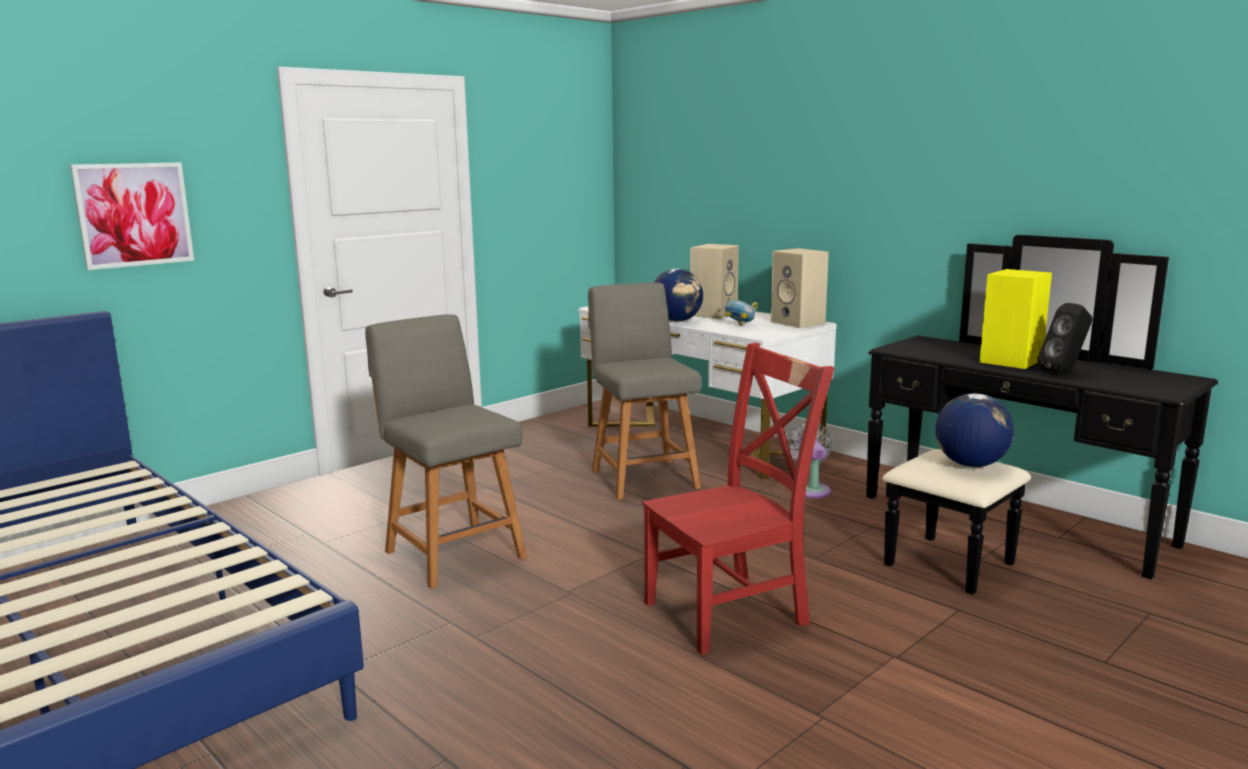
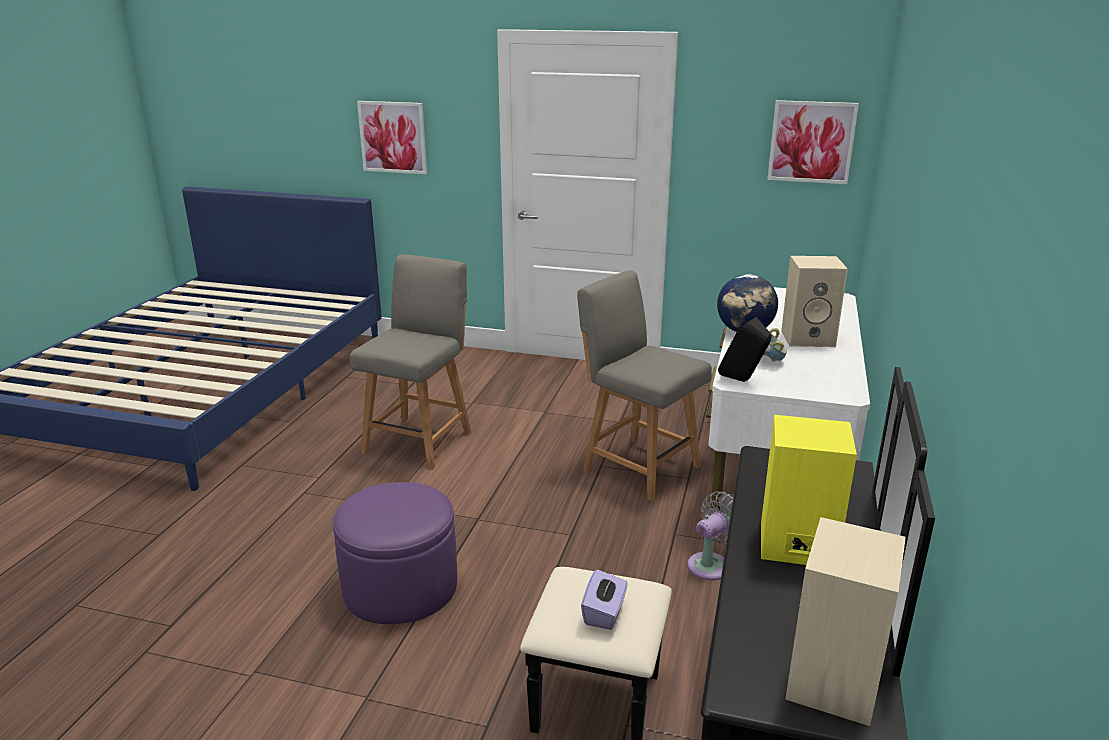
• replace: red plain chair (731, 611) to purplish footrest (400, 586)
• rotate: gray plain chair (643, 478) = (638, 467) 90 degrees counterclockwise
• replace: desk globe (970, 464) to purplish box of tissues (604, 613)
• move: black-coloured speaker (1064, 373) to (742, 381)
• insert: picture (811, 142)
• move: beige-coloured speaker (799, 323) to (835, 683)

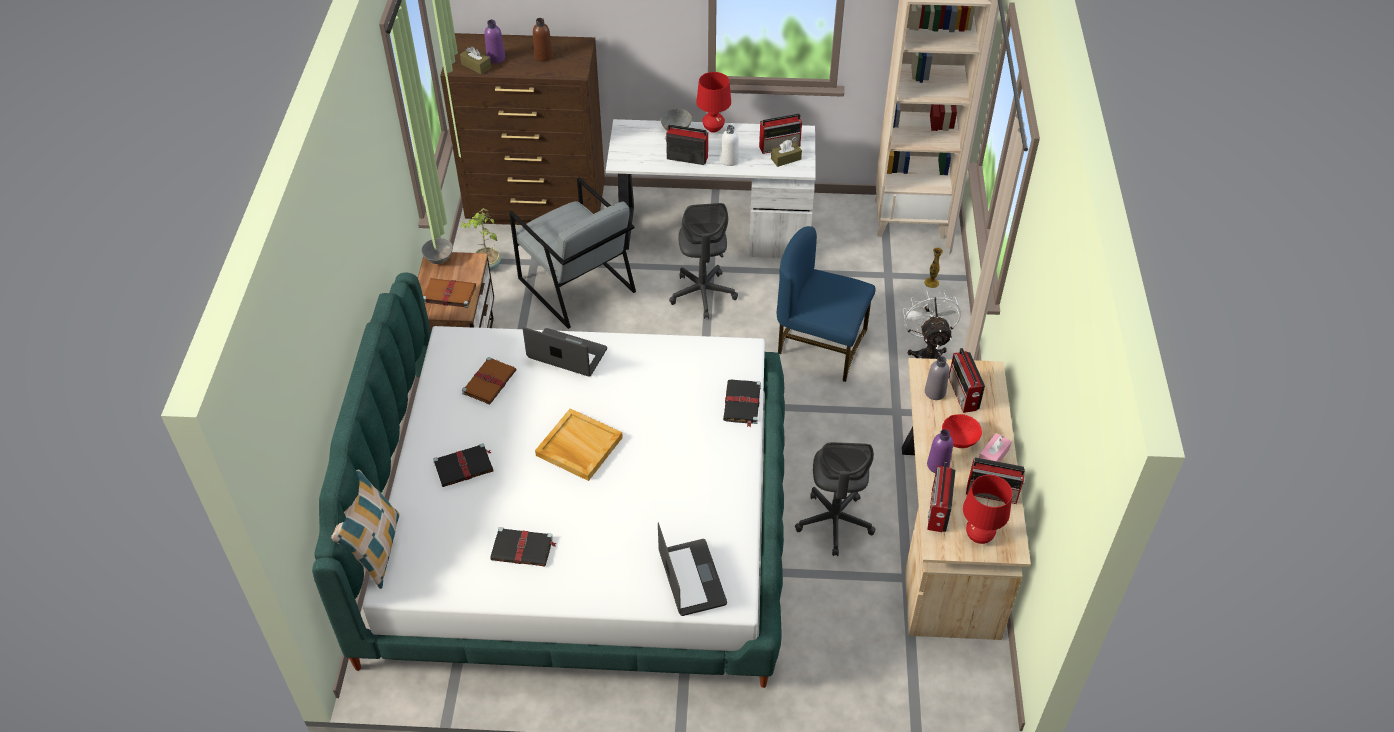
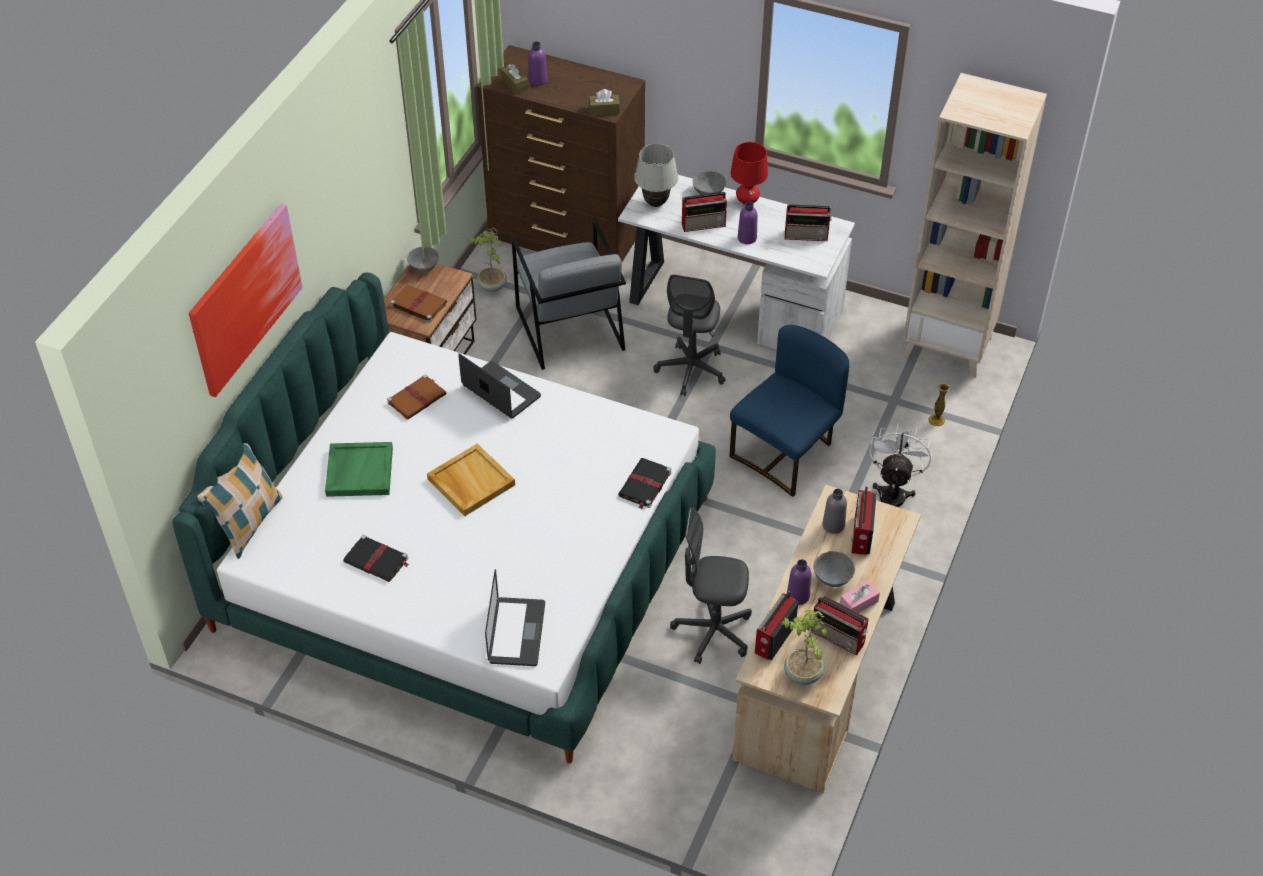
• insert: picture (244, 298)
• replace: black-coloured volume (464, 466) to green tray (359, 471)
• move: brown box of tissues (786, 159) to (604, 110)
• insert: white lamp for a table (655, 203)
• rotate: gray desk chair (834, 523) = (712, 632) 75 degrees clockwise
• rotate: radio receiver (686, 157) = (704, 224) 135 degrees clockwise
• rotate: blue-coloured plain chair (820, 345) = (786, 453) 90 degrees clockwise
• recolor: white drink bottle (729, 160) to purplish drink bottle (747, 238)
• replace: red lamp for a table (979, 536) to houseplant (802, 674)
• recolor: red bowl (959, 440) to gray bowl (832, 578)
• delete: brown drink bottle (543, 56)

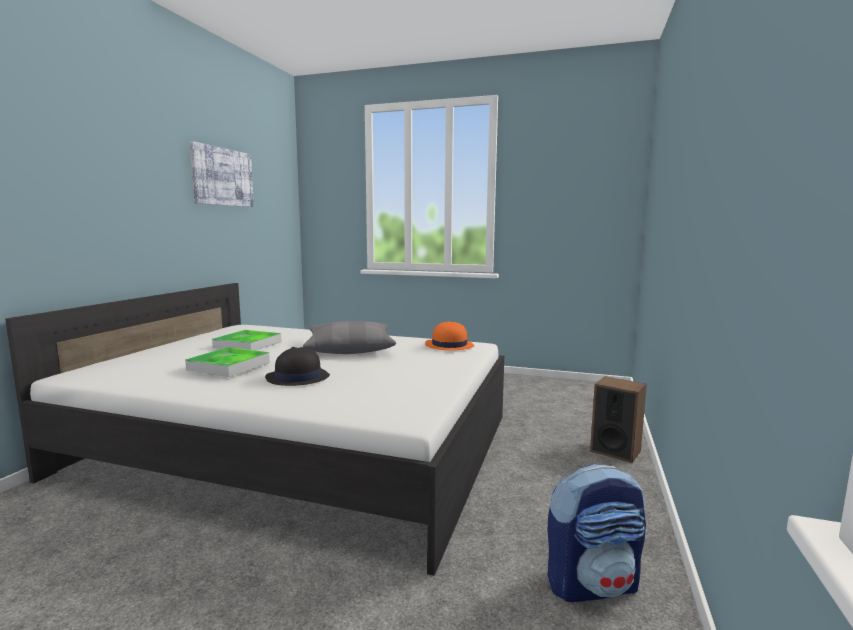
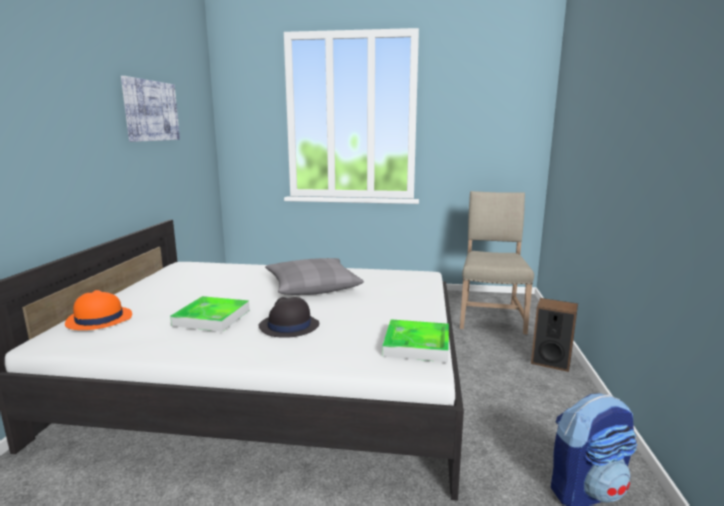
• move: orange-coloured clothing hat (449, 345) to (99, 319)
• move: tray (248, 344) to (417, 345)
• insert: beige-coloured plain chair (490, 316)

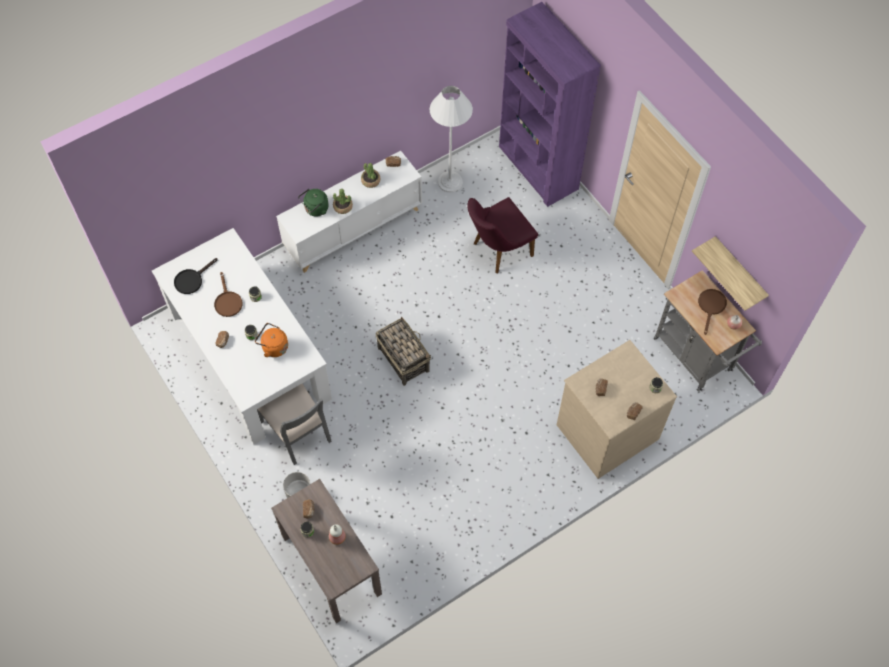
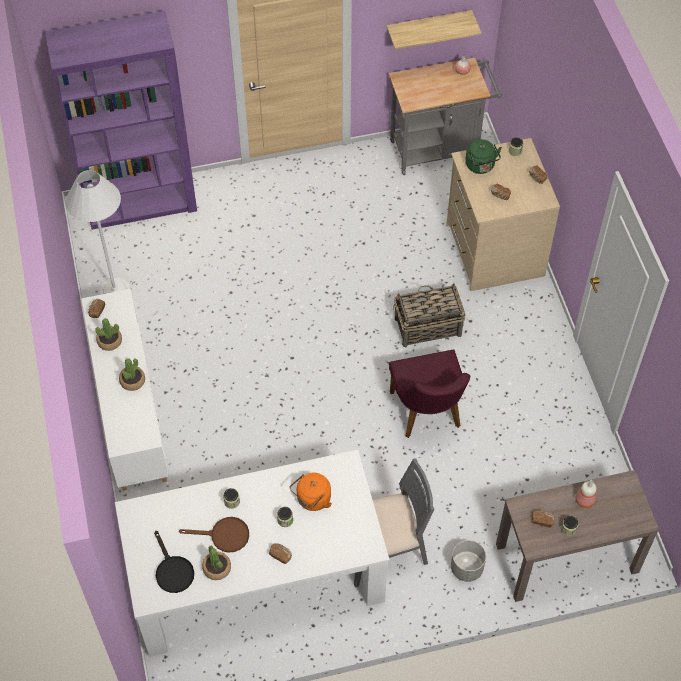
• insert: houseplant (217, 568)
• move: purplish plain chair (497, 251) to (428, 415)
• move: storage basket (403, 358) to (427, 327)
• move: green water kettle (315, 209) to (481, 166)
• delete: brown frying pan (711, 306)

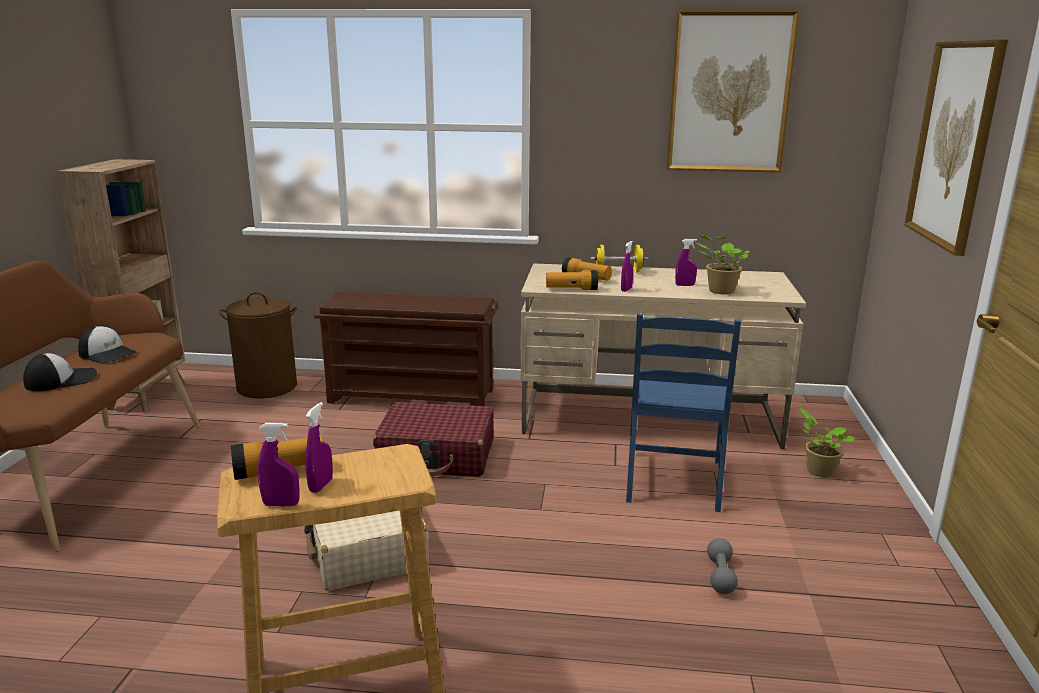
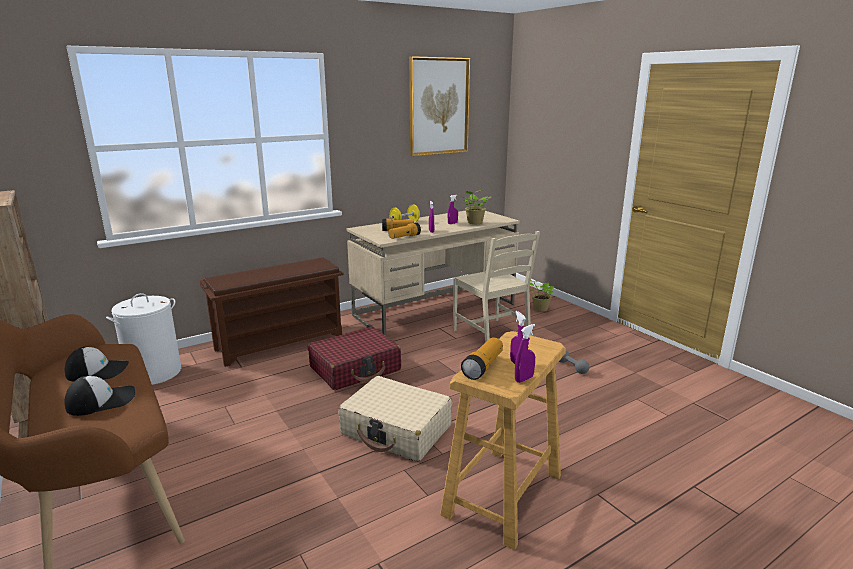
• rotate: baseball cap (61, 380) = (102, 400) 45 degrees clockwise
• recolor: brown laundry basket (267, 387) to white laundry basket (154, 372)
• recolor: blue-coloured plain chair (673, 481) to beige-coloured plain chair (492, 335)
• delete: picture (954, 144)

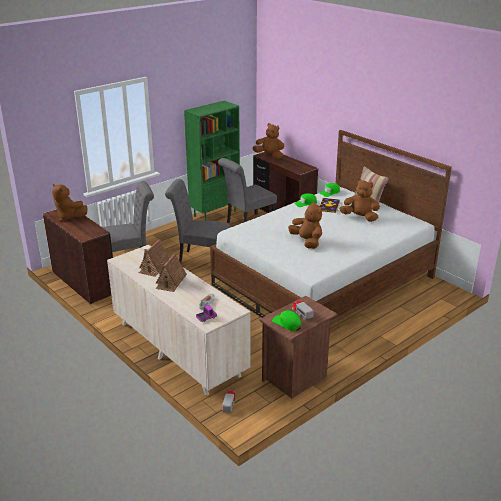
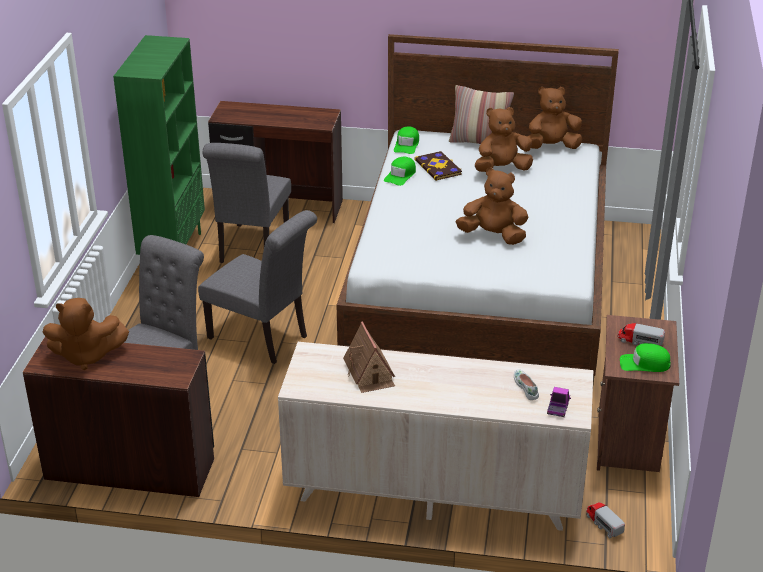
• rotate: gray plain chair (200, 259) = (263, 338) 120 degrees counterclockwise
• move: brown plush toy (269, 156) to (551, 147)
• delete: toy house (170, 282)

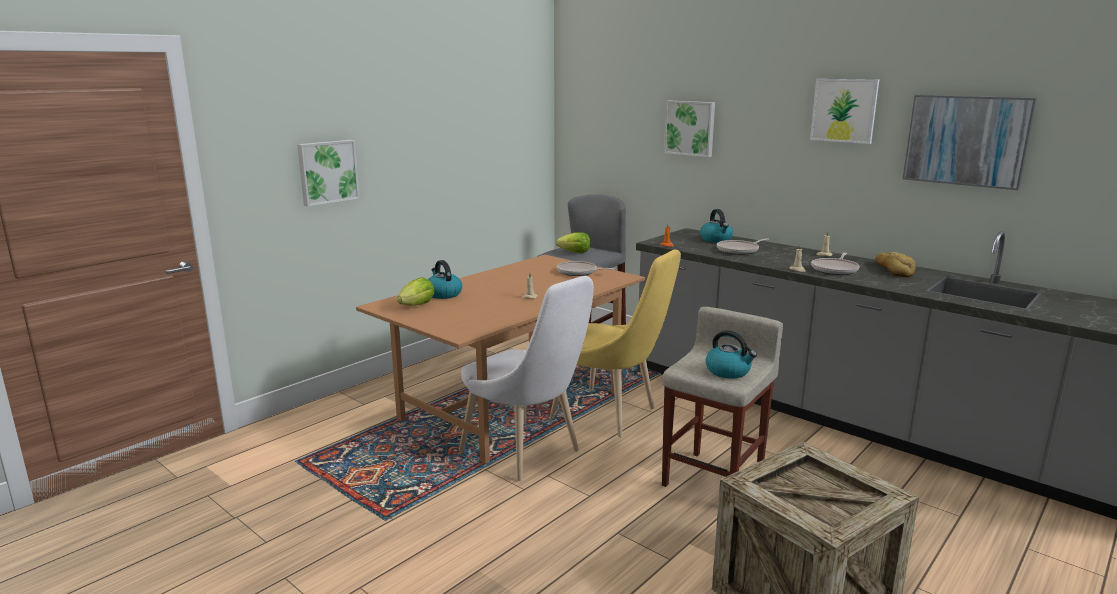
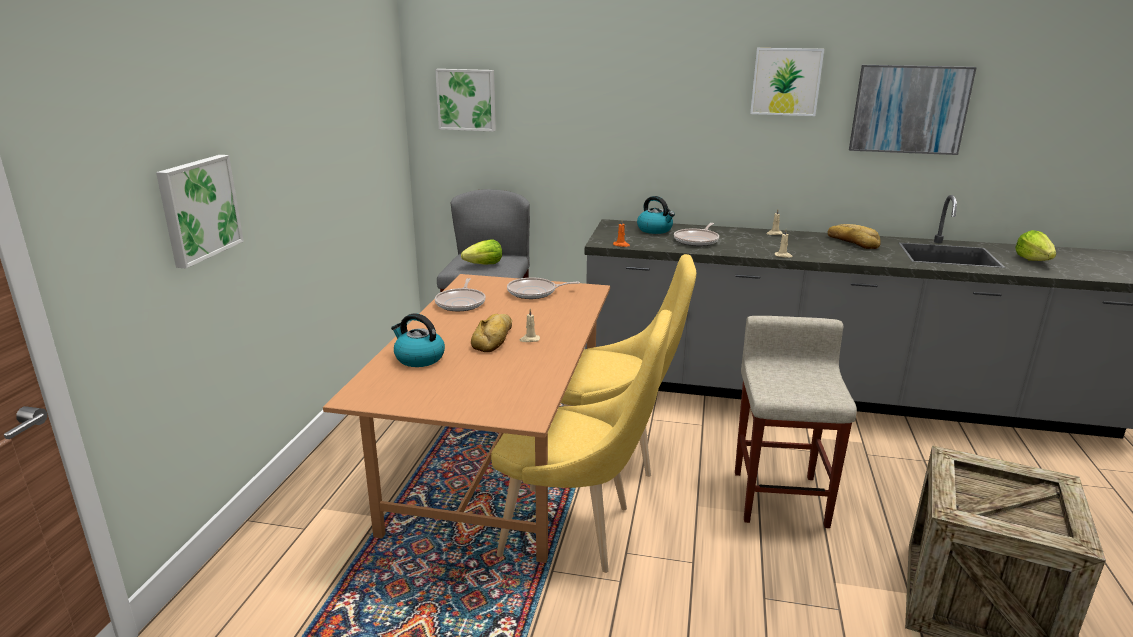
• move: picture (690, 128) to (467, 99)
• move: frying pan (835, 269) to (461, 303)
• insert: bread (494, 338)
• recolor: white plain chair (526, 453) to yellow plain chair (575, 532)
• move: head of lettuce (417, 306) to (1033, 260)
• delete: water kettle (728, 371)

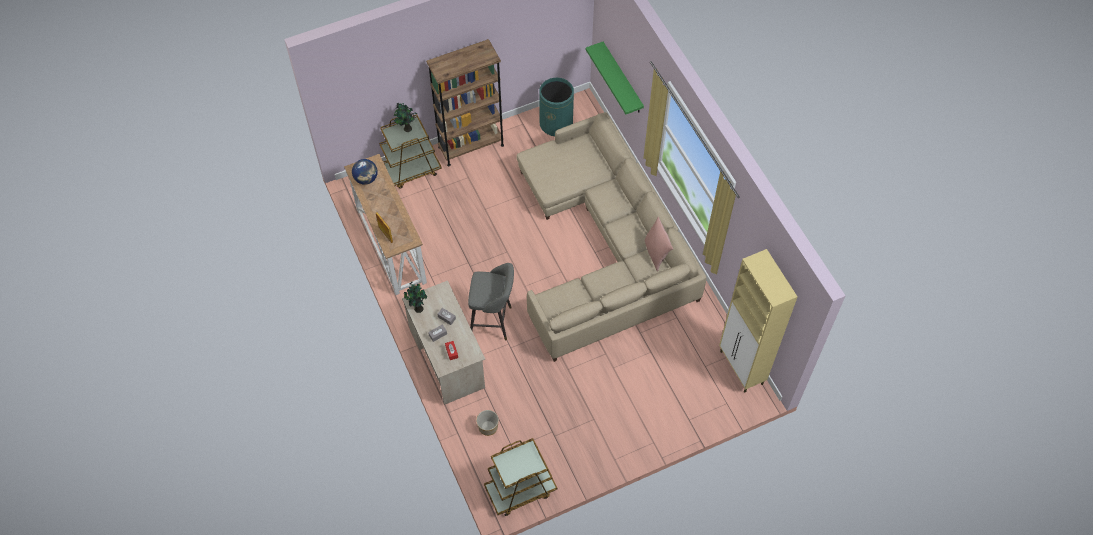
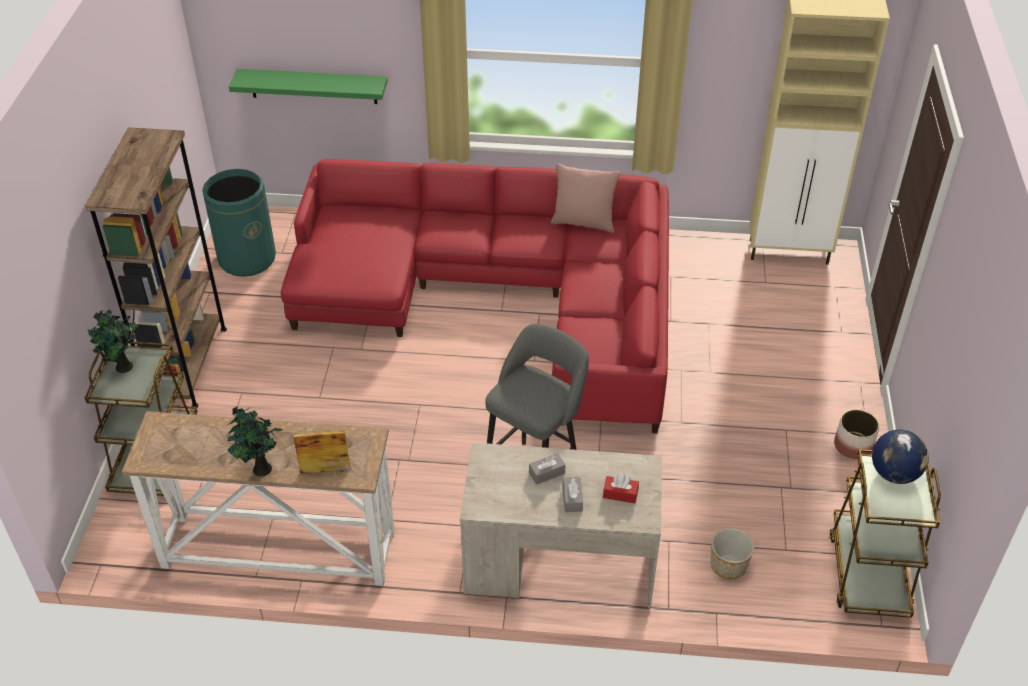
• move: houseplant (418, 308) to (260, 469)
• recolor: beige-coloured sofa (604, 246) to red sofa (499, 297)
• insert: plant pot (853, 446)
• move: desk globe (366, 179) to (894, 473)

